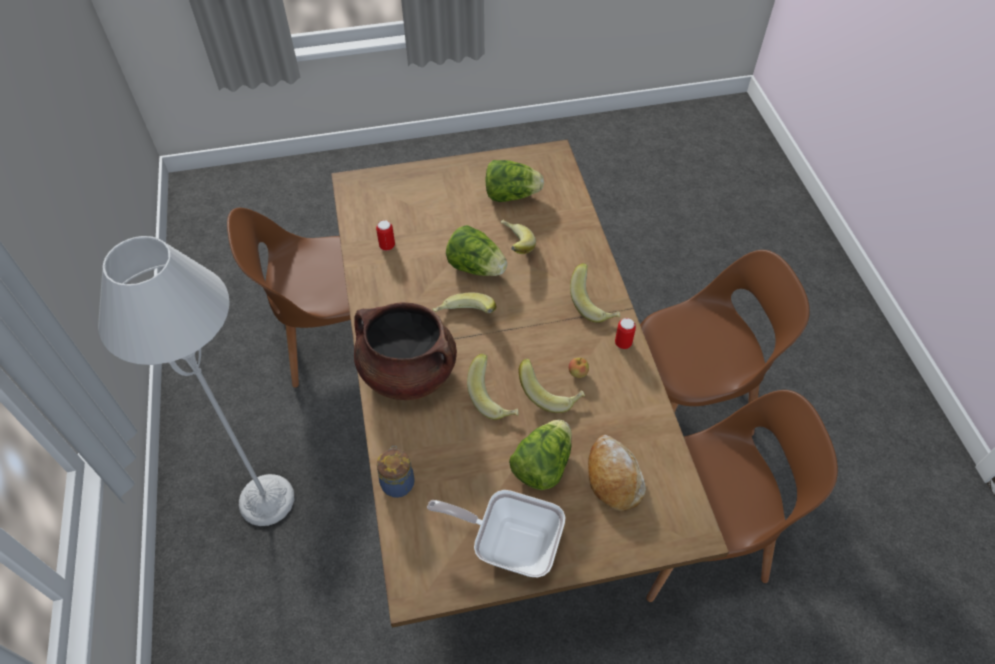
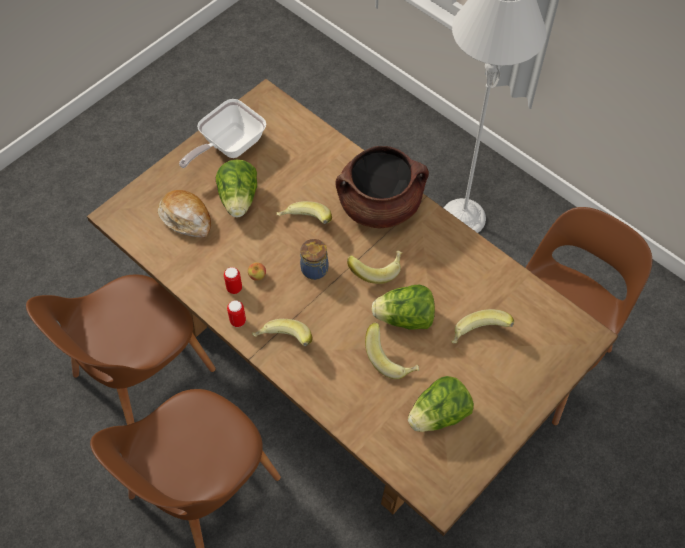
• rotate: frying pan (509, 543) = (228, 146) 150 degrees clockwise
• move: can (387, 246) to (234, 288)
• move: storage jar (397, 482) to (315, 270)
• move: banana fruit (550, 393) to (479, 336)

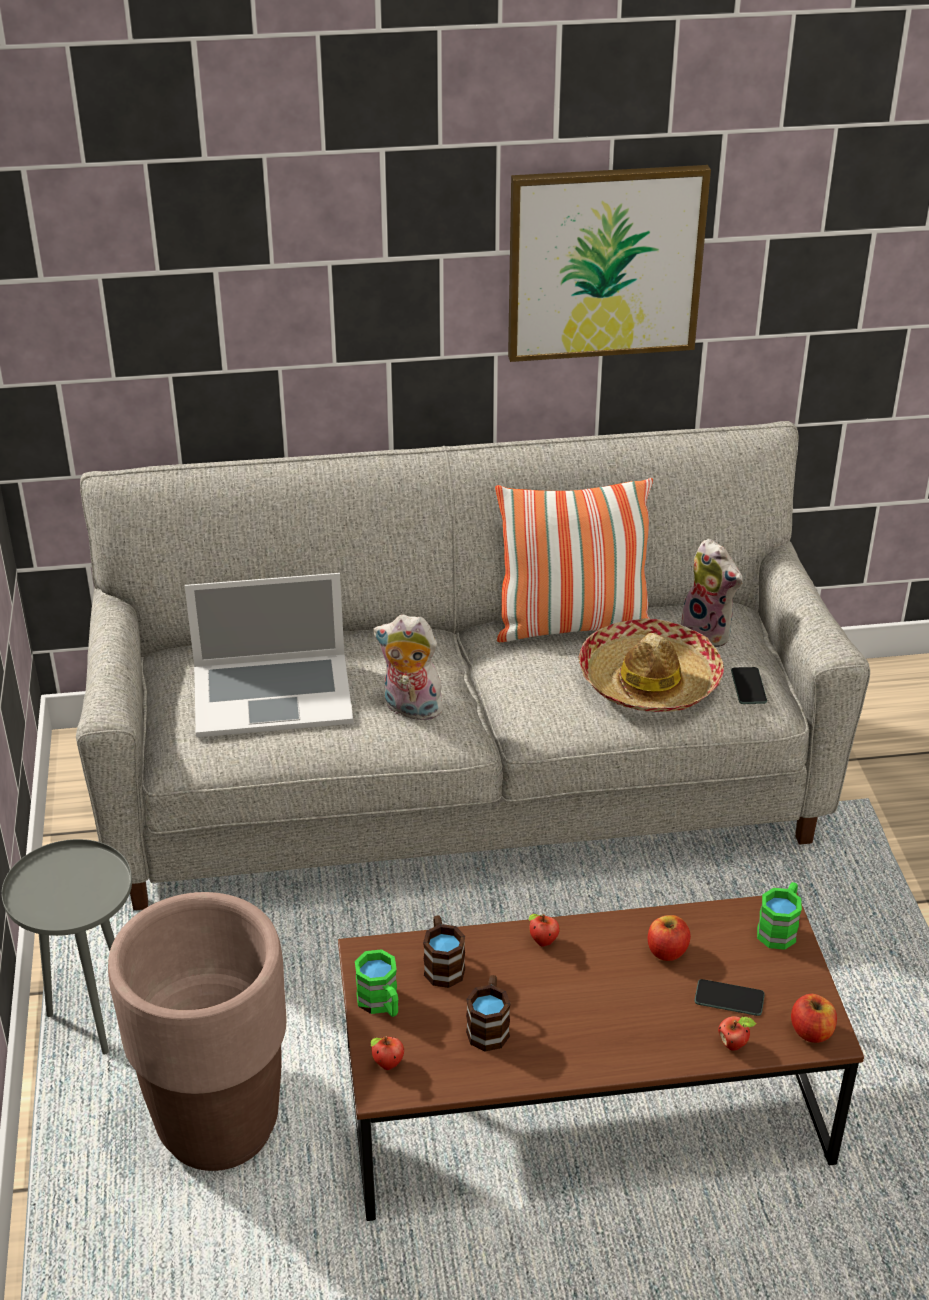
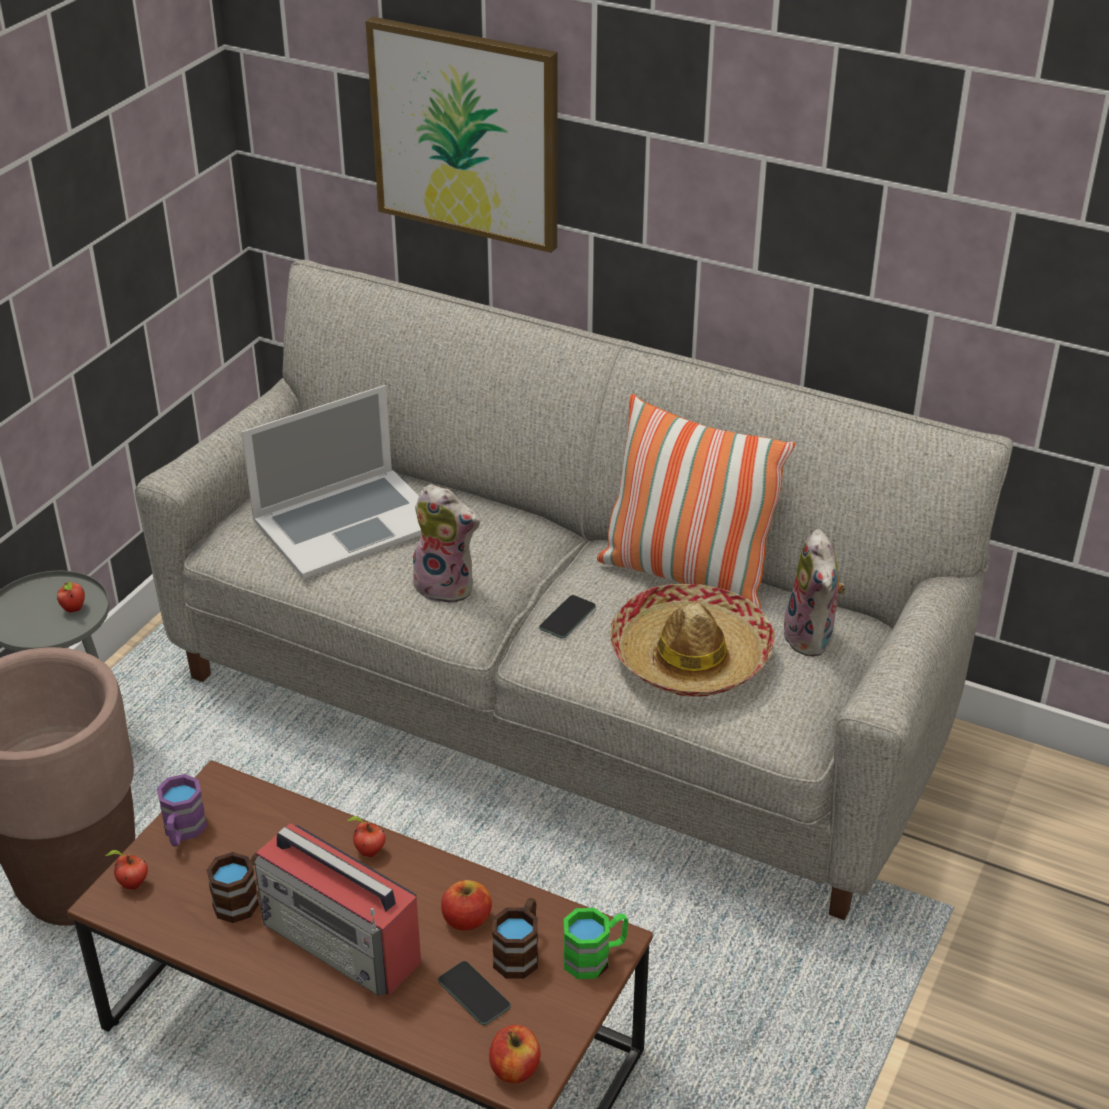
• move: apple fruit (734, 1044) to (74, 609)
• recolor: green tea mug (381, 1004) to purplish tea mug (182, 832)
• rotate: portable computer (272, 694) = (347, 522) 60 degrees counterclockwise
• insert: radio receiver (343, 943)
• move: picture (605, 263) to (466, 133)
• rotate: plush toy (410, 709) = (447, 586) 150 degrees clockwise
• move: brown tea mug (442, 964) to (520, 952)
• move: handset (748, 686) to (567, 617)

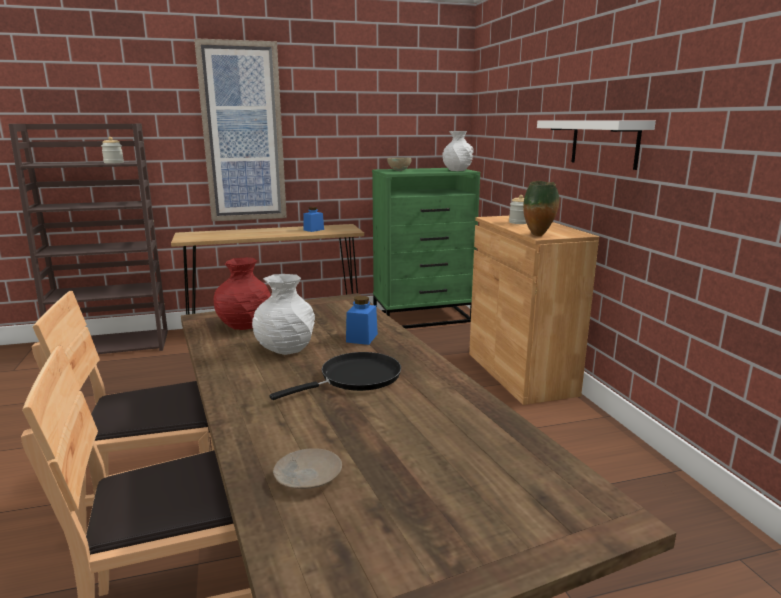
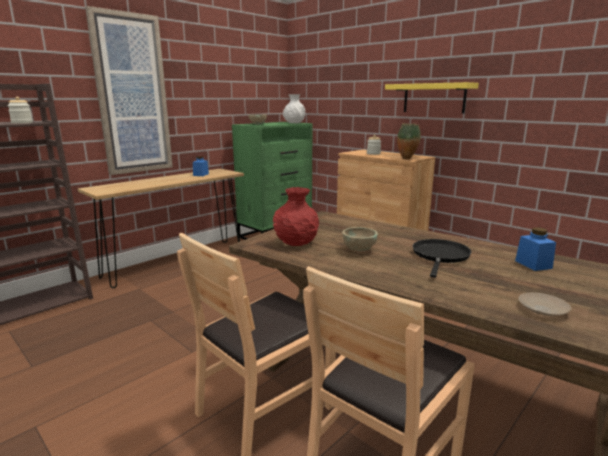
• replace: white decorative vase (284, 348) to beige-coloured bowl (358, 250)
• recolor: white wall shelf (604, 143) to yellow wall shelf (434, 98)
• move: blue-coloured storage jar (362, 338) to (533, 264)

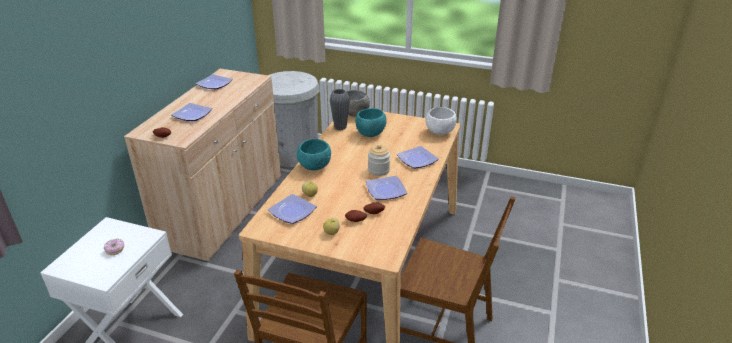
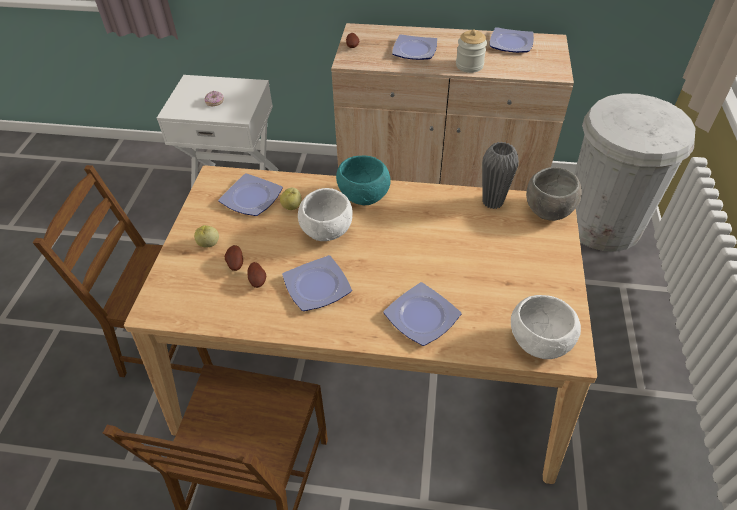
• insert: white bowl (327, 231)
• move: storage jar (378, 170) to (469, 65)
• delete: turquoise-coloured bowl (370, 134)

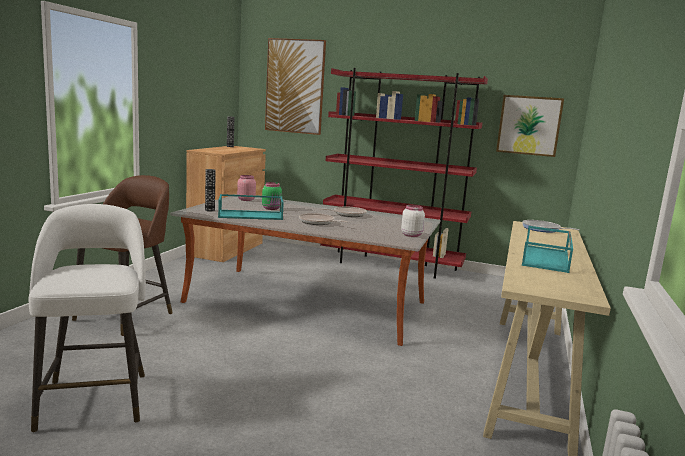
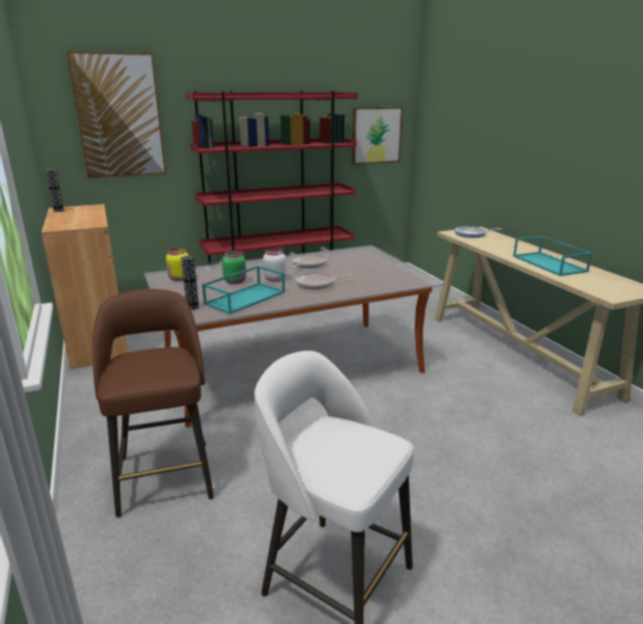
• recolor: pink-coloured storage jar (245, 200) to yellow storage jar (179, 278)
• move: white storage jar (411, 235) to (274, 279)

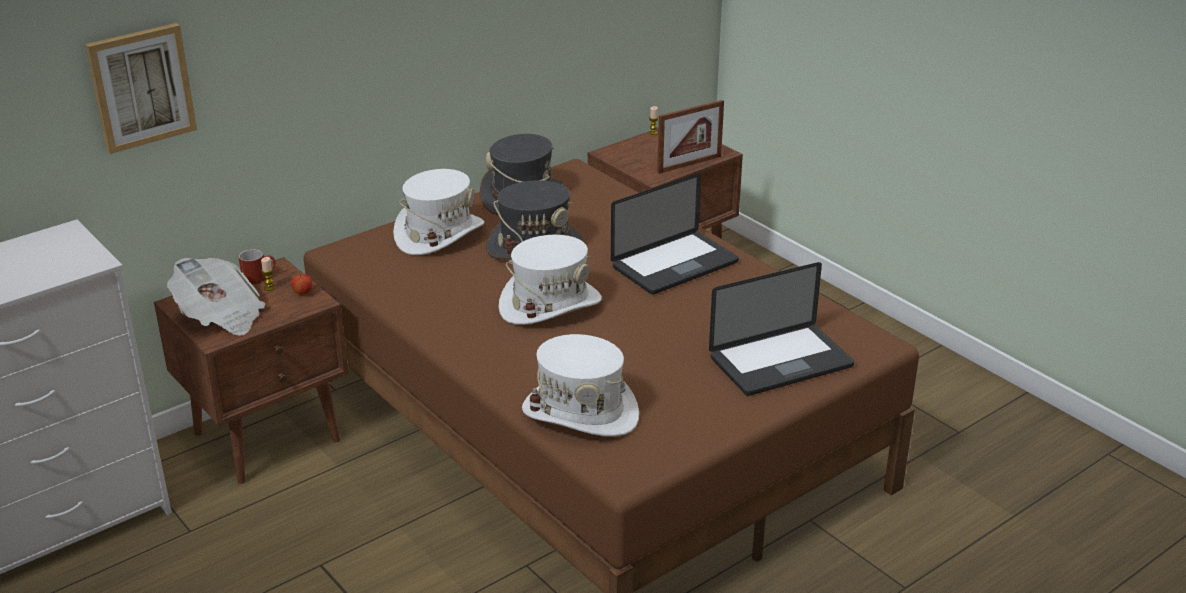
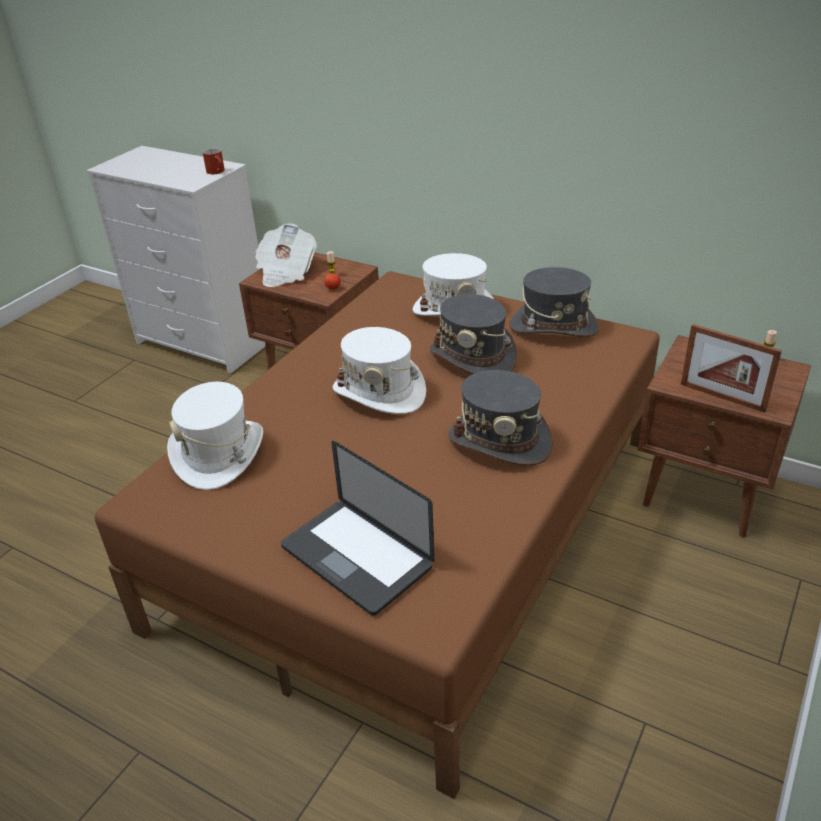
• move: red tea mug (259, 277) to (217, 172)
• replace: portable computer (675, 265) to gray clothing hat (499, 440)
• delete: picture (141, 87)

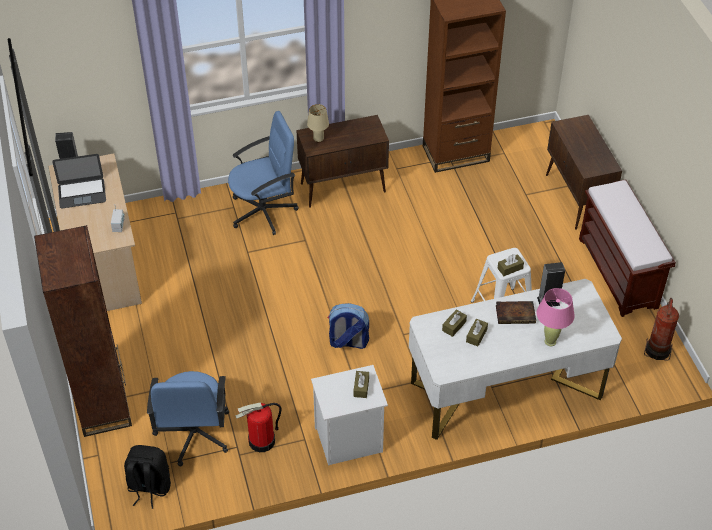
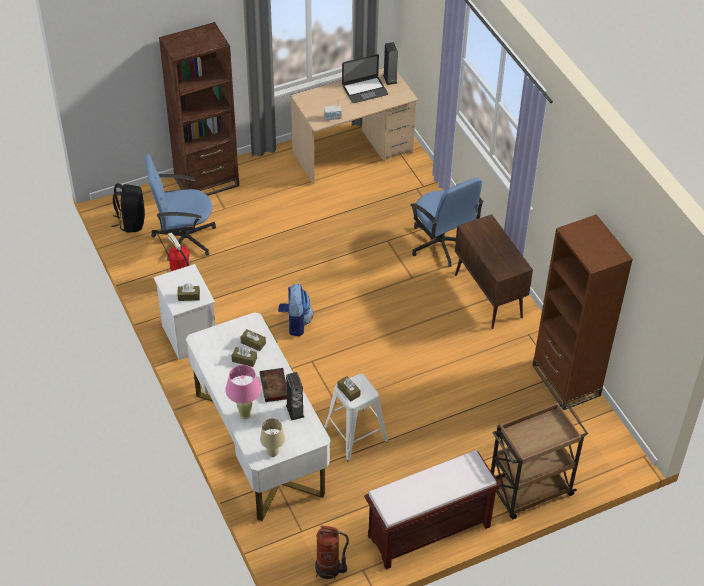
• move: beige-coloured lamp for a table (318, 139) to (272, 452)
• rotate: portable computer (82, 193) = (365, 90) 90 degrees counterclockwise
• replace: brown cupboard (577, 199) to brown wheeled cart (529, 491)

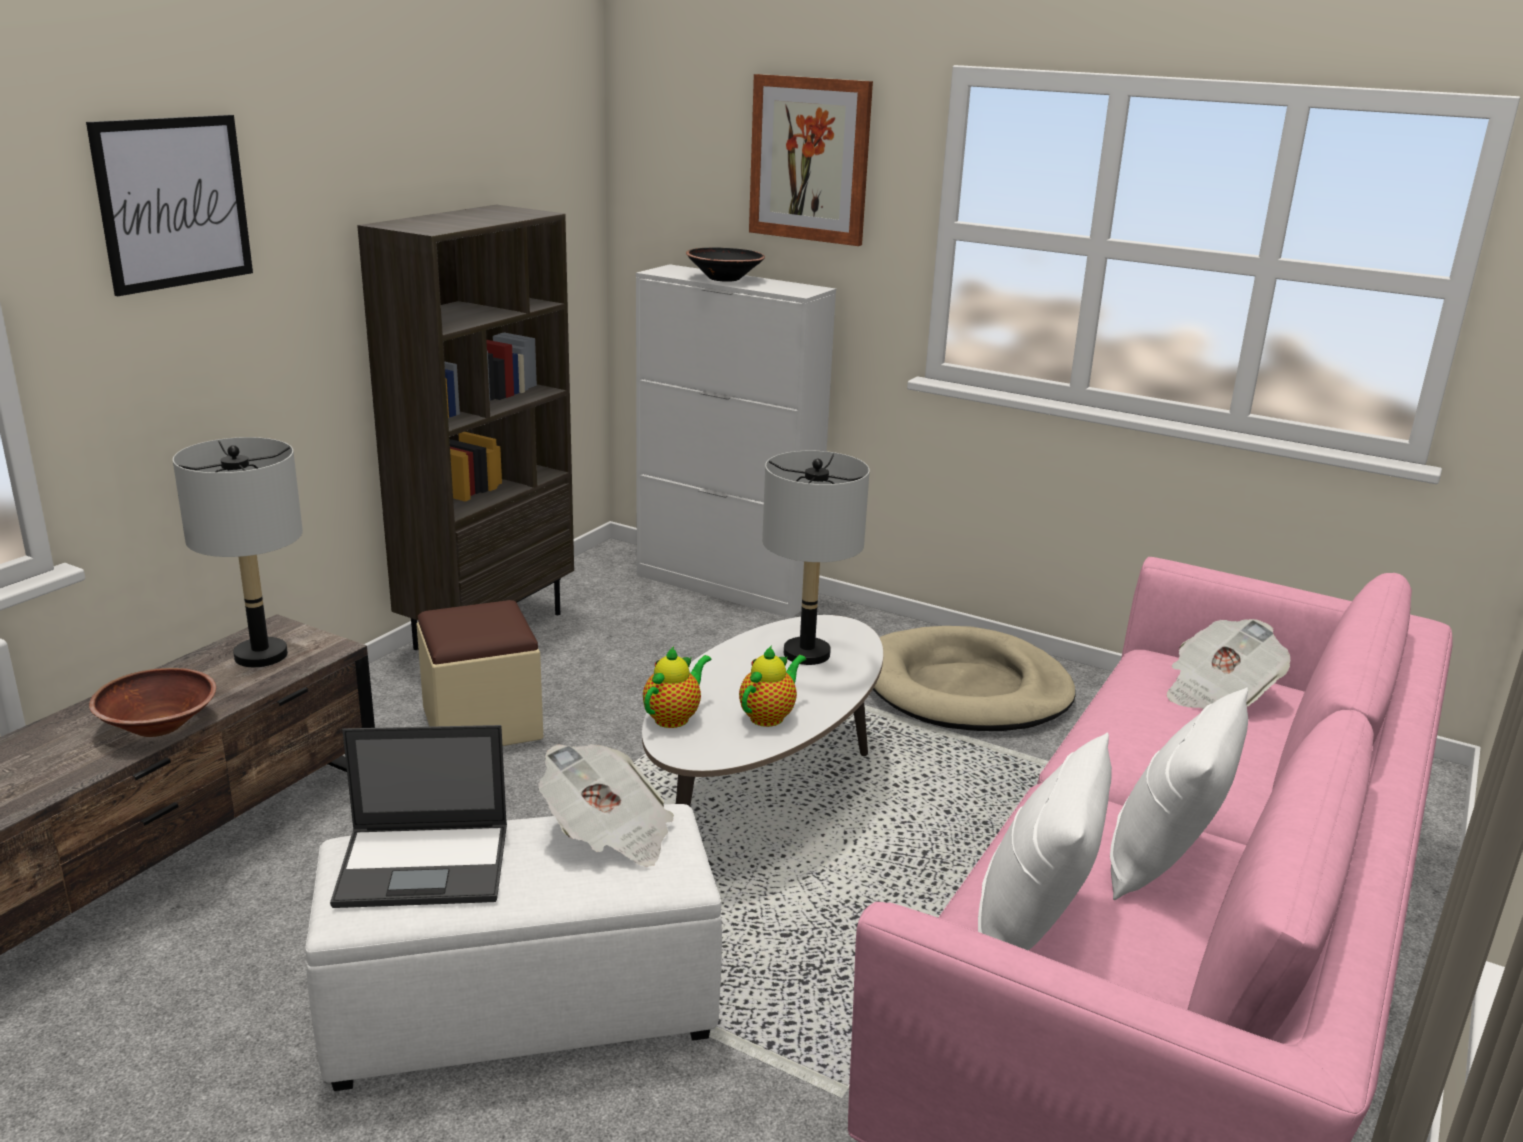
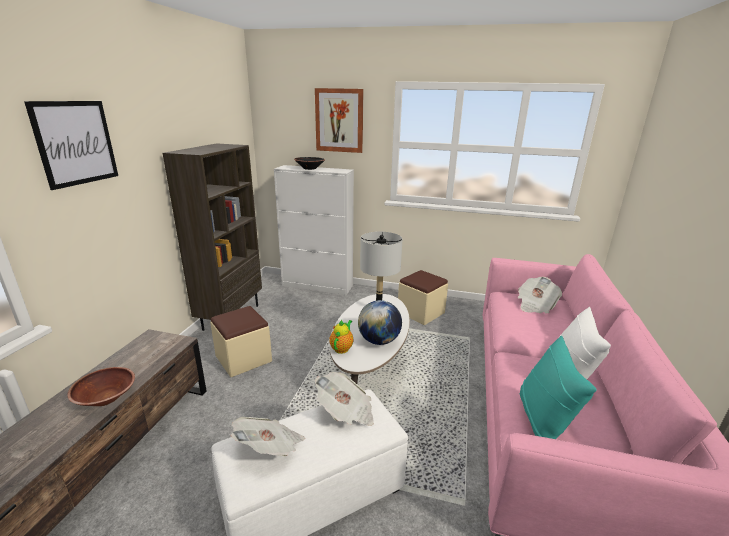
• replace: portable computer (426, 865) to daily paper (270, 448)
• replace: pot for tea (769, 716) to desk globe (379, 341)
• replace: beige-coloured dog bed (966, 689) to beige-coloured footrest (421, 312)
• recolor: white pillow (1032, 925) to turquoise-coloured pillow (543, 420)
• delete: gray lamp for a table (261, 656)

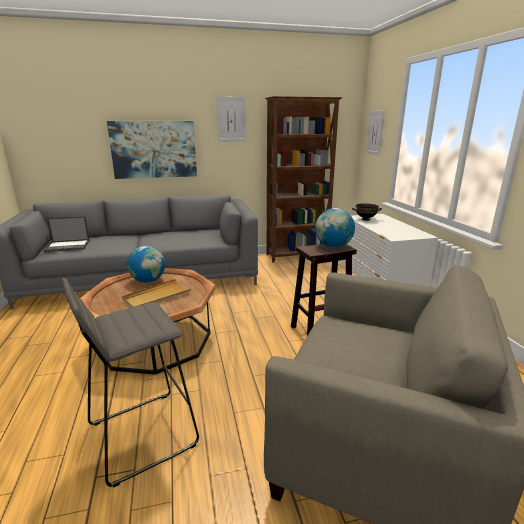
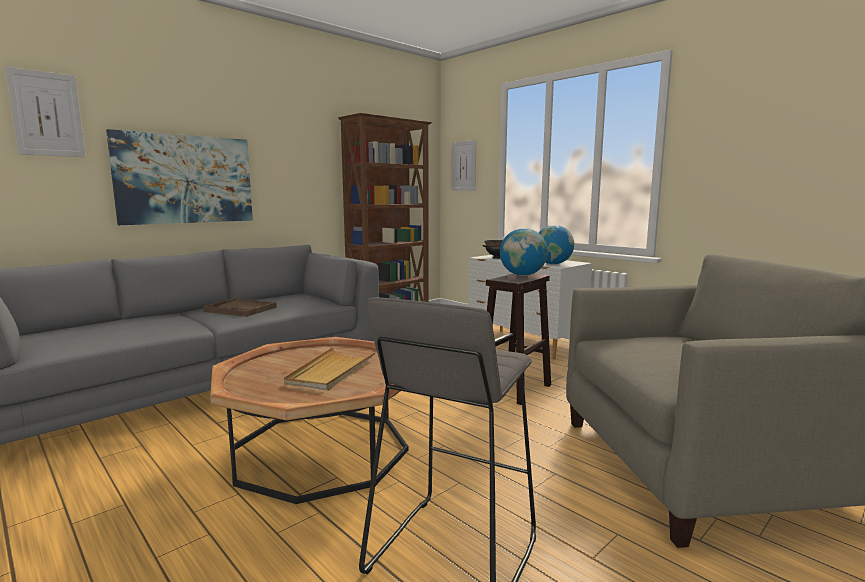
• move: picture (231, 119) to (47, 114)
• insert: brown tray (241, 309)
• move: desk globe (148, 281) to (553, 264)
• delete: portable computer (68, 246)

